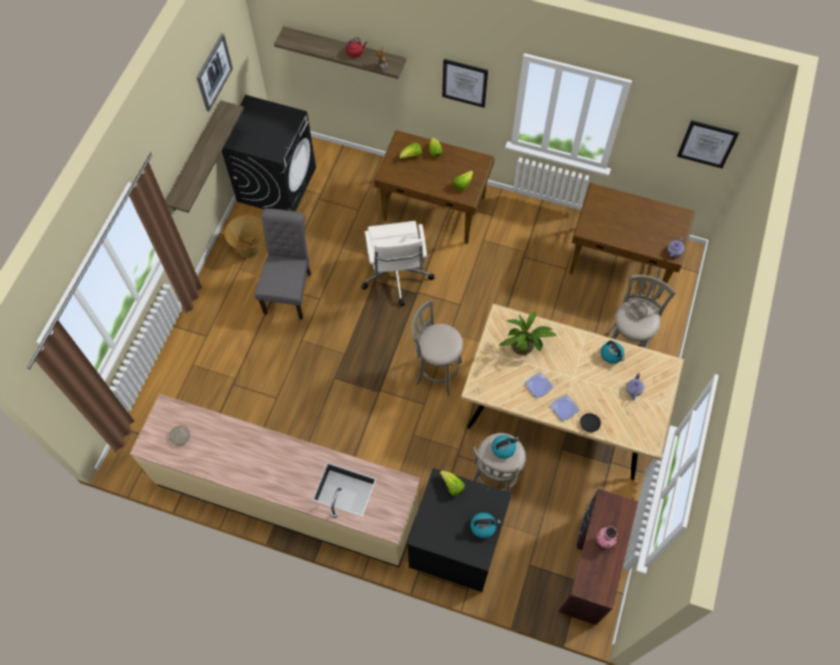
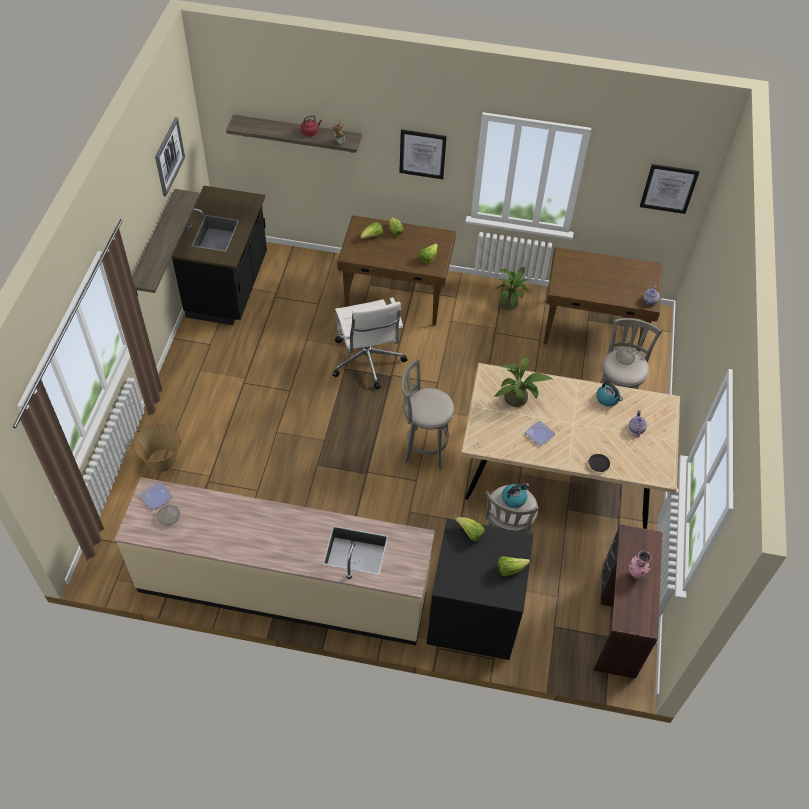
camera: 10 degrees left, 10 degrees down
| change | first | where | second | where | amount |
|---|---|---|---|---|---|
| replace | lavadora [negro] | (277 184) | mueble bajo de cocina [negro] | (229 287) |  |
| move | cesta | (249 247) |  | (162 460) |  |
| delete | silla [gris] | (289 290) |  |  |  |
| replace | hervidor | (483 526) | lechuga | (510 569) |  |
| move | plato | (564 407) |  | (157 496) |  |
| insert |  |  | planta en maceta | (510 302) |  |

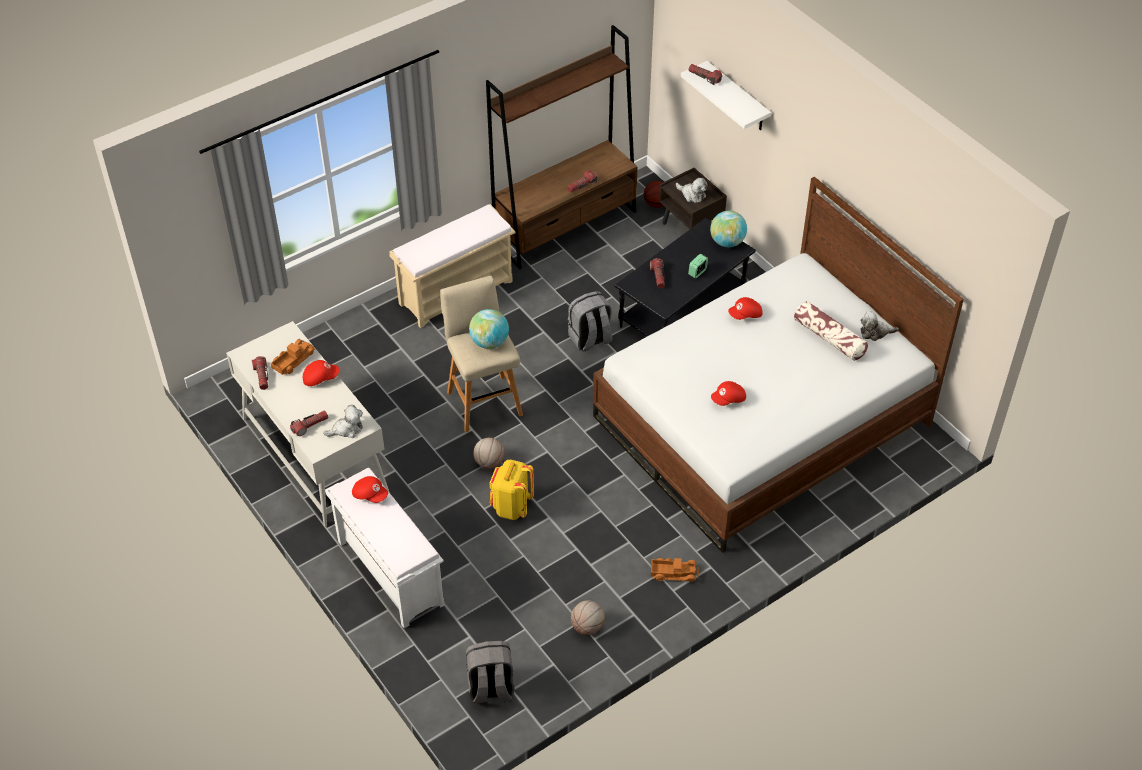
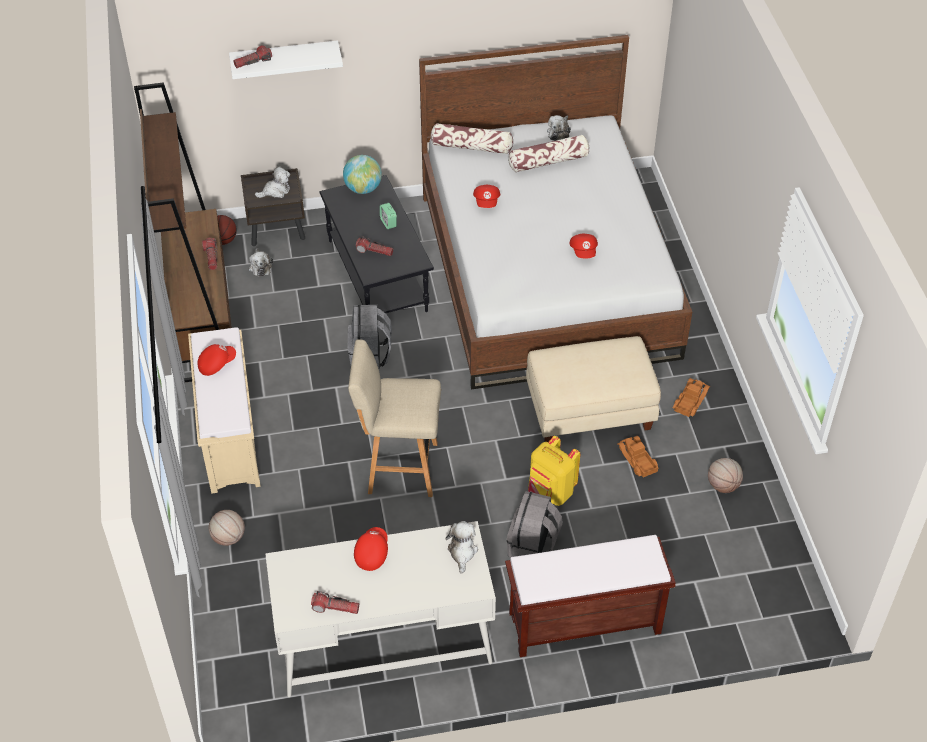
camera: 65 degrees left, 0 degrees up
| change | first | where | second | where | amount |
|---|---|---|---|---|---|
| move | camión de juguete | (293 360) |  | (637 460) |  |
| delete | linterna | (310 426) |  |  |  |
| recolor | banco [blanco] | (389 572) | banco [marrón] | (583 624) |  |
| move | gorra [rojo] | (370 494) |  | (216 364) |  |
| move | mochila [gris] | (491 688) |  | (532 546) |  |
| delete | globo terráqueo | (489 342) |  |  |  |
| move | balón de baloncesto | (489 462) |  | (228 538) |  |
| insert |  |  | peluche | (260 266) |  |
| insert |  |  | cojín | (472 147) |  |
| insert |  |  | puf [beis] | (590 409) |  |

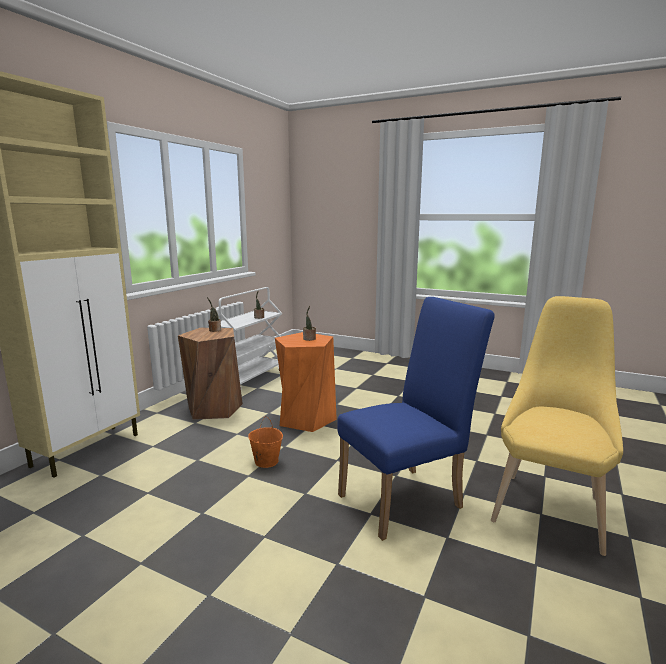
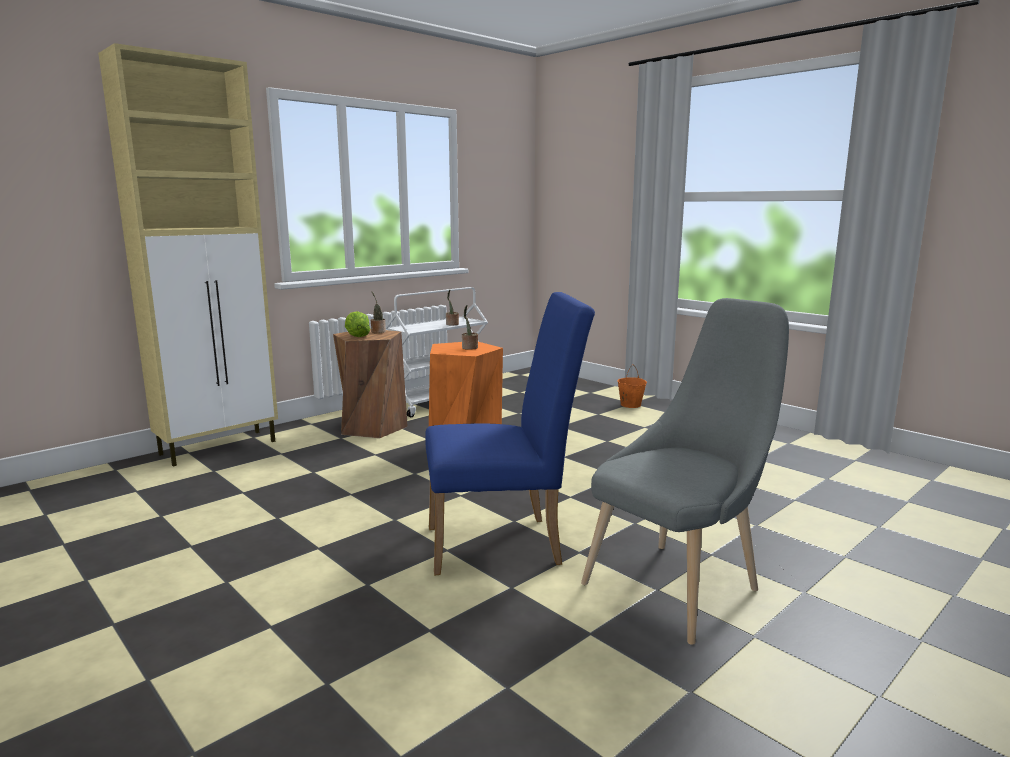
camera: 20 degrees right, 0 degrees up
| change | first | where | second | where | amount |
|---|---|---|---|---|---|
| move | cubo [naranja] | (266 461) |  | (630 405) |  |
| recolor | silla [amarillo] | (550 506) | silla [gris] | (679 584) |  |
| insert |  |  | lechuga | (357 337) |  |

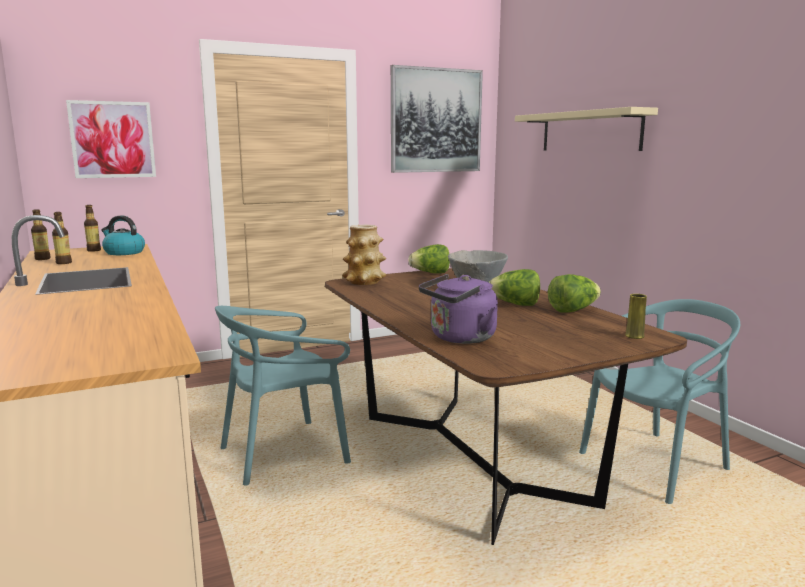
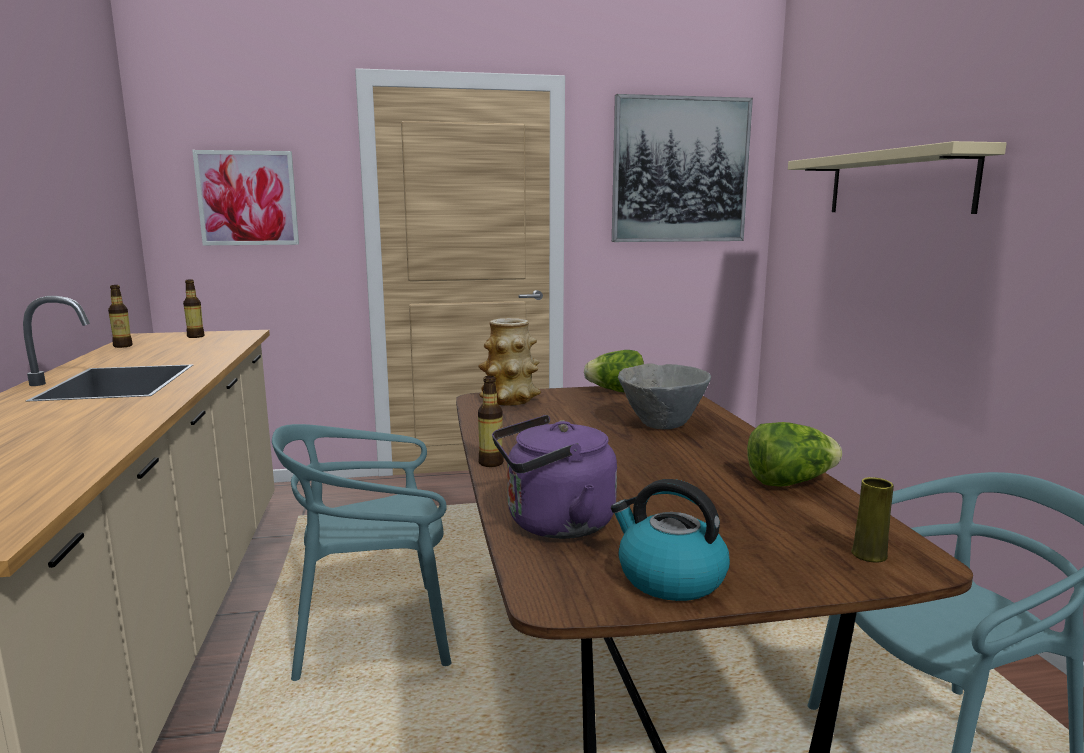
camera: 15 degrees right, 0 degrees up
| change | first | where | second | where | amount |
|---|---|---|---|---|---|
| move | botella | (64 263) |  | (491 463) |  |
| move | hervidor | (123 252) |  | (669 578) |  |
| delete | lechuga | (515 304) |  |  |  |

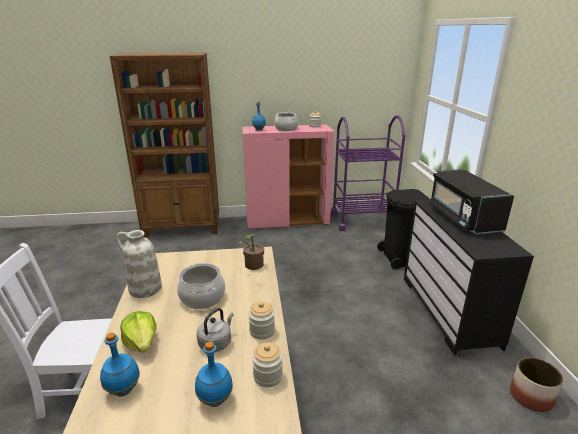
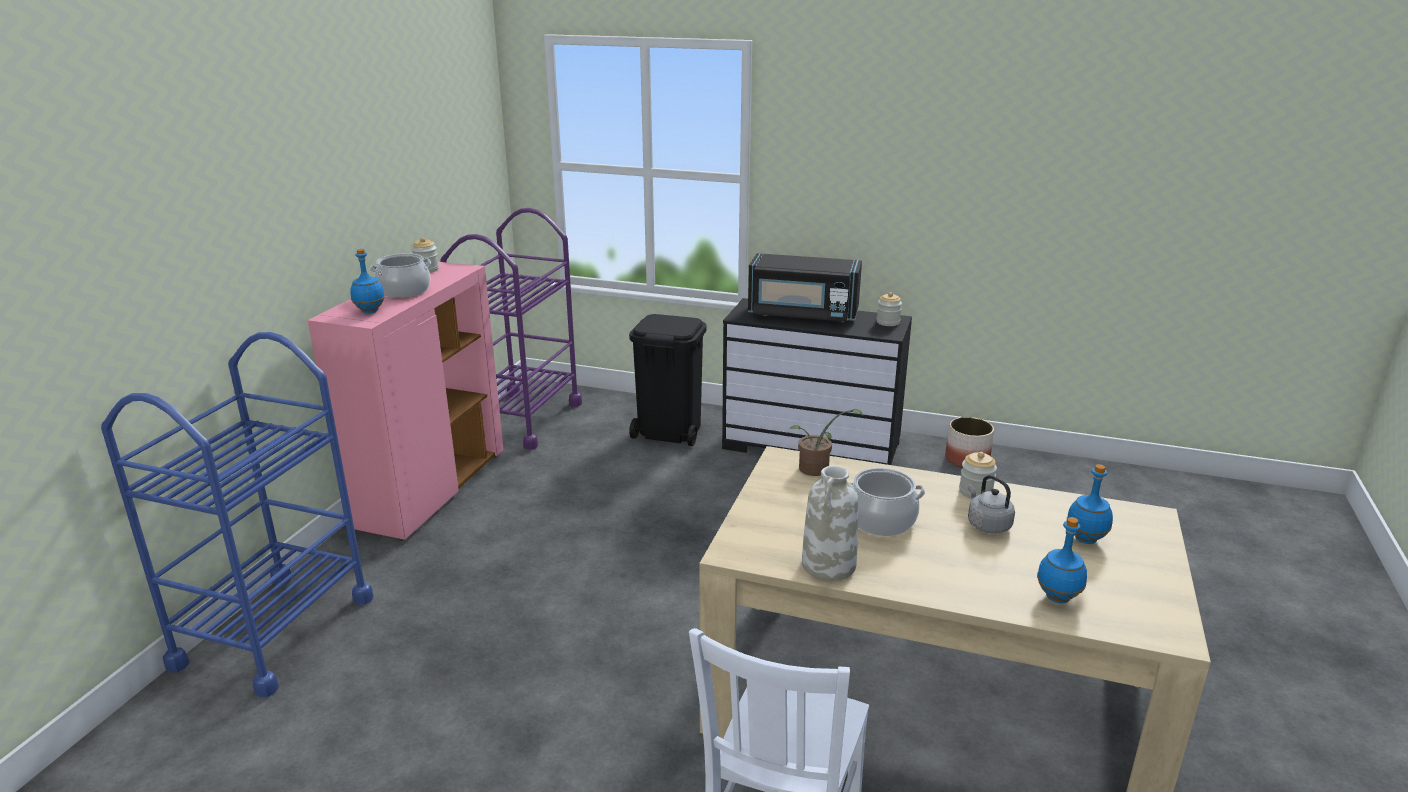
camera: 65 degrees left, 0 degrees up
| change | first | where | second | where | amount |
|---|---|---|---|---|---|
| replace | estantería [marrón] | (183 228) | carrito [azul] | (274 631) |  |
| delete | lechuga | (142 343) |  |  |  |
| move | tarro | (268 376) |  | (888 322) |  |

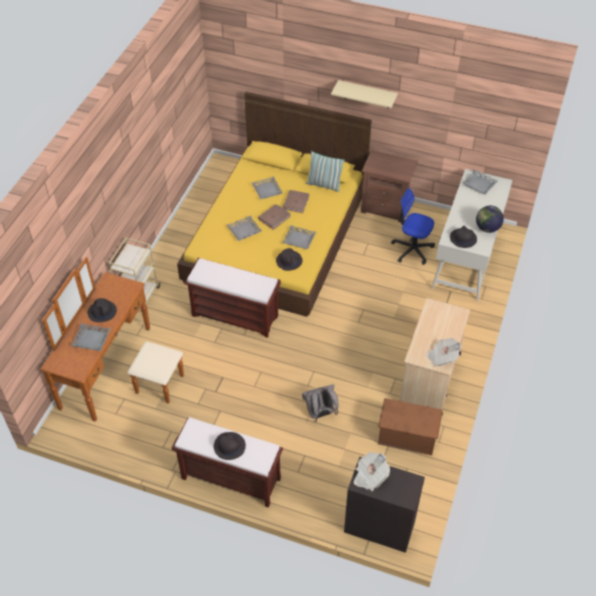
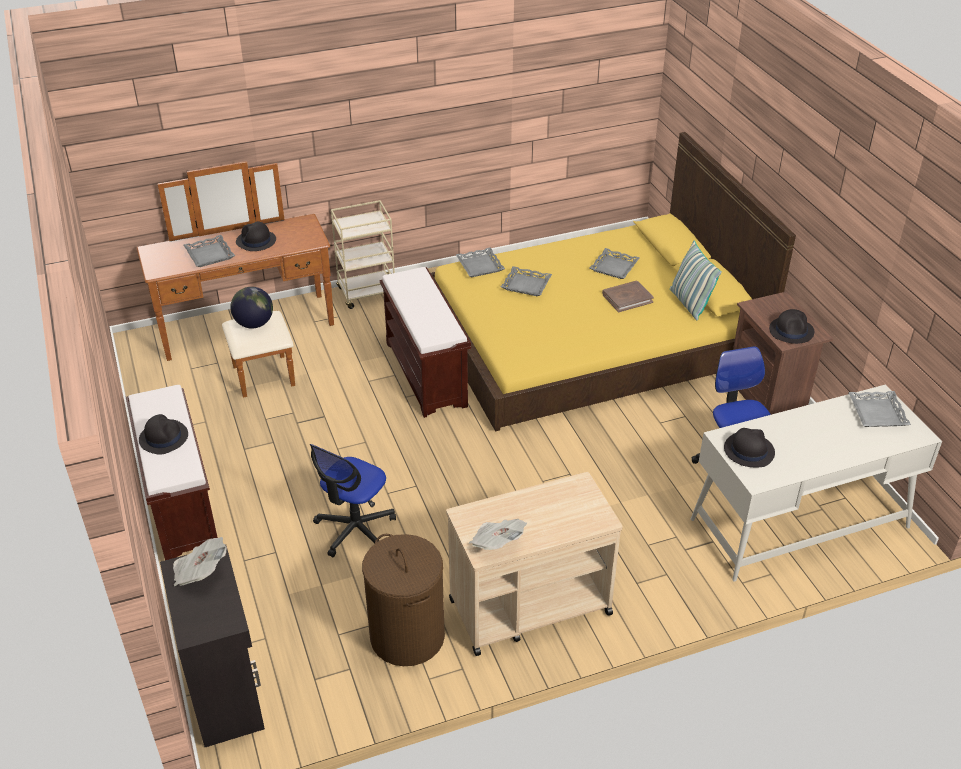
camera: 50 degrees right, 10 degrees down
| change | first | where | second | where | amount |
|---|---|---|---|---|---|
| delete | libro [marrón] | (274 217) |  |  |  |
| move | sombrero [negro] | (289 260) |  | (791 331) |  |
| move | bandeja [gris] | (299 239) |  | (480 266) |  |
| replace | mochila [gris] | (320 414) | silla de oficina | (355 530) |  |
| delete | estante [beis] | (367 94) |  |  |  |
| replace | caja de almacenaje [marrón] | (407 435) | cesto de la ropa [marrón] | (407 636) |  |
| move | globo terráqueo | (487 228) |  | (254 324) |  |

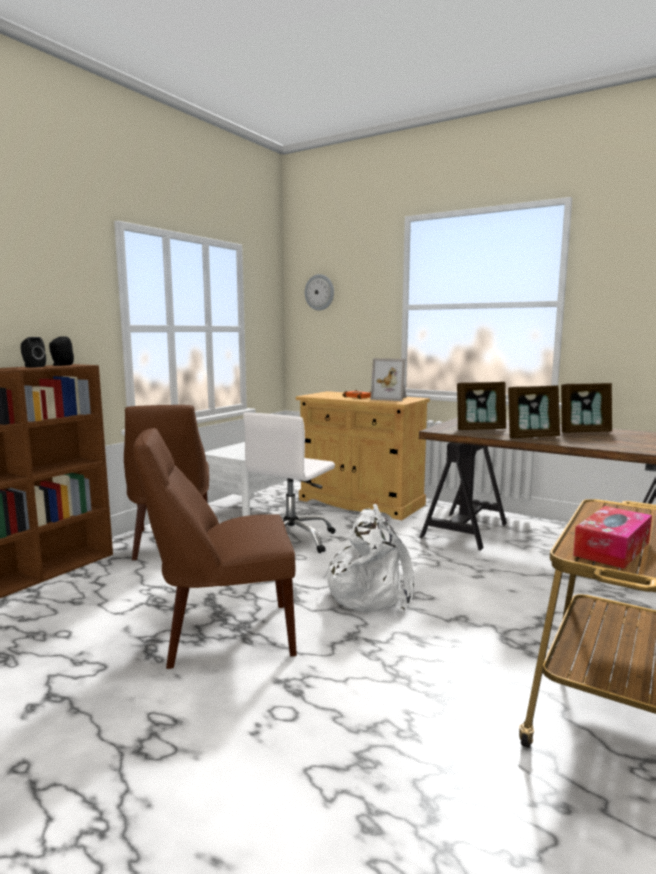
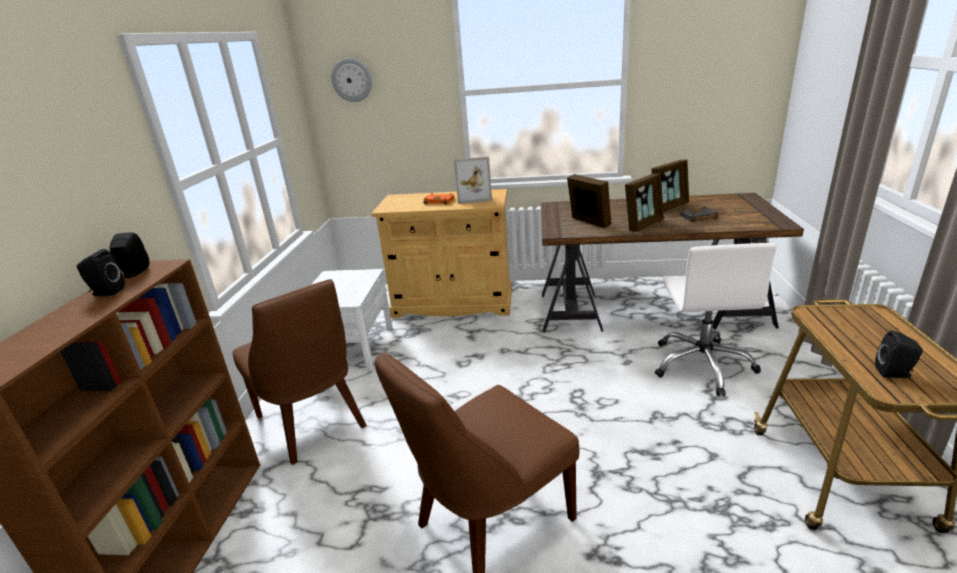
camera: 25 degrees left, 15 degrees up
| change | first | where | second | where | amount |
|---|---|---|---|---|---|
| move | silla de oficina [blanco] | (291 539) |  | (702 365) |  |
| delete | mochila [blanco] | (371 593) |  |  |  |
| rotate | portarretratos | (480 429) |  | (588 222) | 90 degrees counterclockwise |
| replace | caja de pañuelos | (612 549) | altavoz [negro] | (894 373) |  |
| insert |  |  | libro [negro] | (698 217) |  |

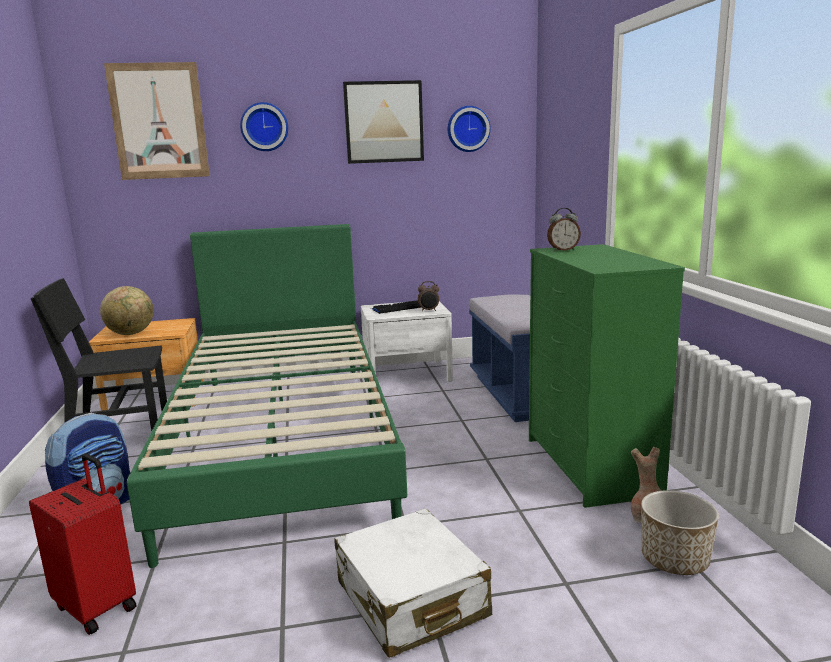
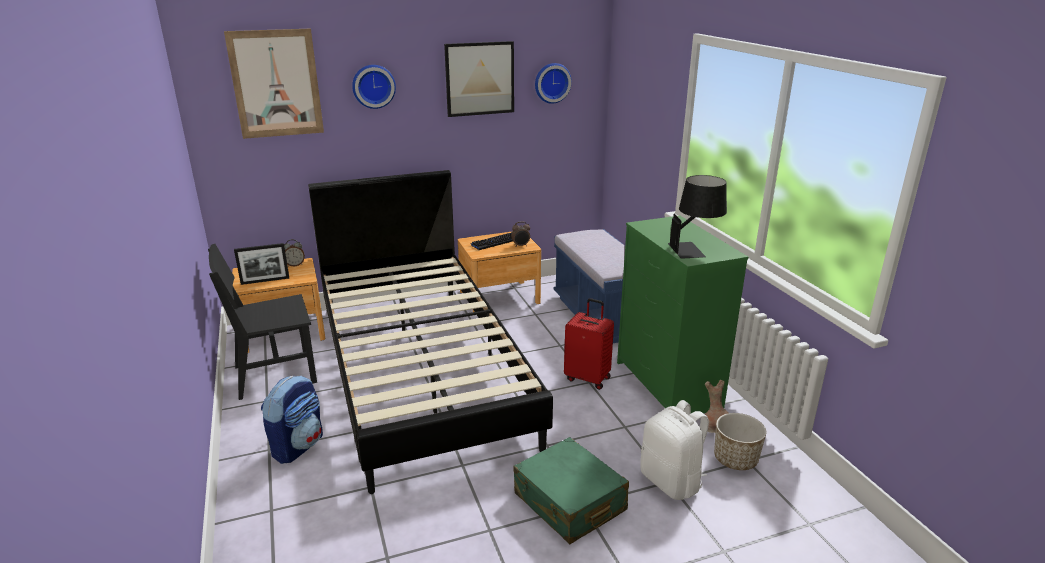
camera: 10 degrees left, 10 degrees up
| change | first | where | second | where | amount |
|---|---|---|---|---|---|
| move | maleta [rojo] | (98 606) |  | (588 378) |  |
| replace | globo terráqueo | (131 334) | portarretratos | (265 281) |  |
| recolor | cama [verde] | (283 438) | cama [negro] | (420 370) |  |
| recolor | maleta [blanco] | (411 600) | maleta [verde] | (569 502) |  |
| recolor | mesita de noche [blanco] | (407 374) | mesita de noche [marrón] | (499 297) |  |
| move | despertador | (563 250) |  | (295 265) |  |
| insert |  |  | mochila [blanco] | (672 481) |  |
| insert |  |  | lámpara de mesa [negro] | (694 249) |  |

